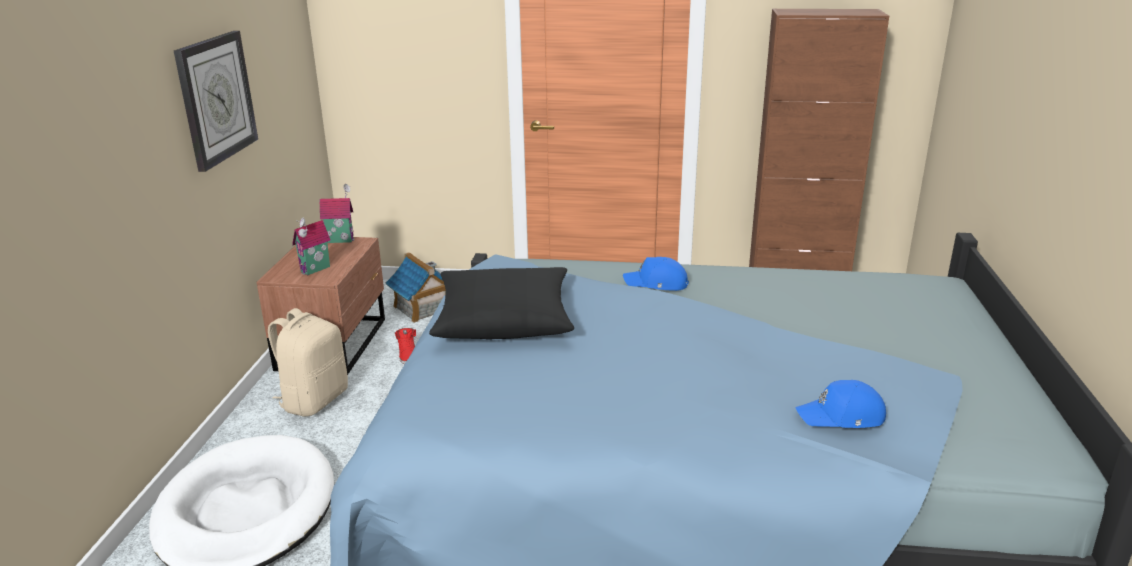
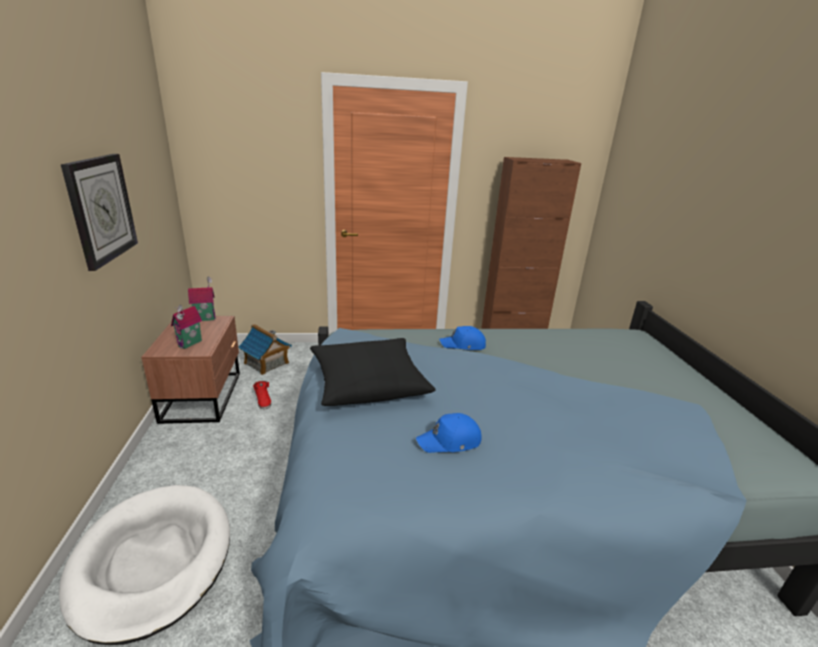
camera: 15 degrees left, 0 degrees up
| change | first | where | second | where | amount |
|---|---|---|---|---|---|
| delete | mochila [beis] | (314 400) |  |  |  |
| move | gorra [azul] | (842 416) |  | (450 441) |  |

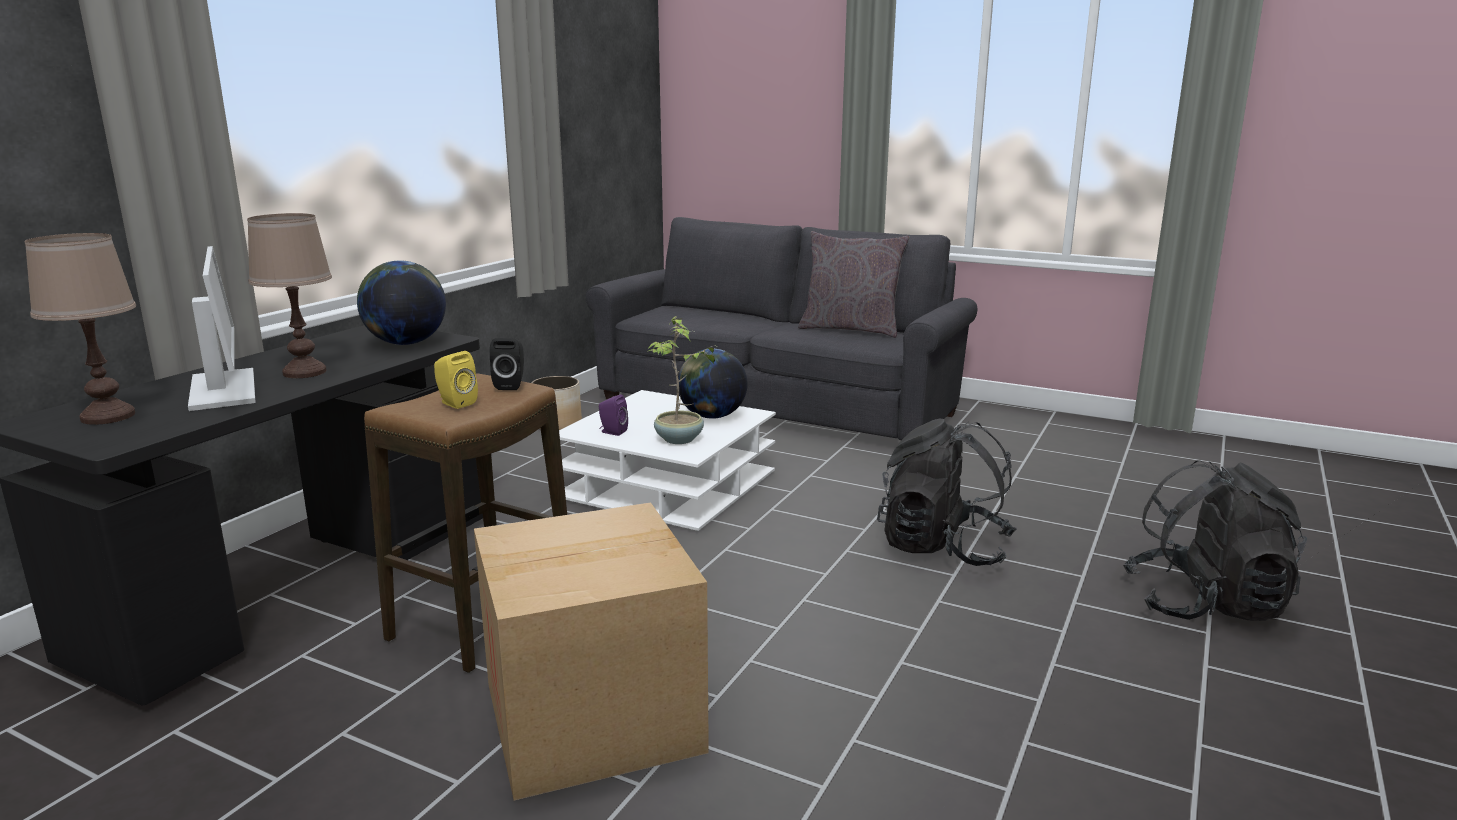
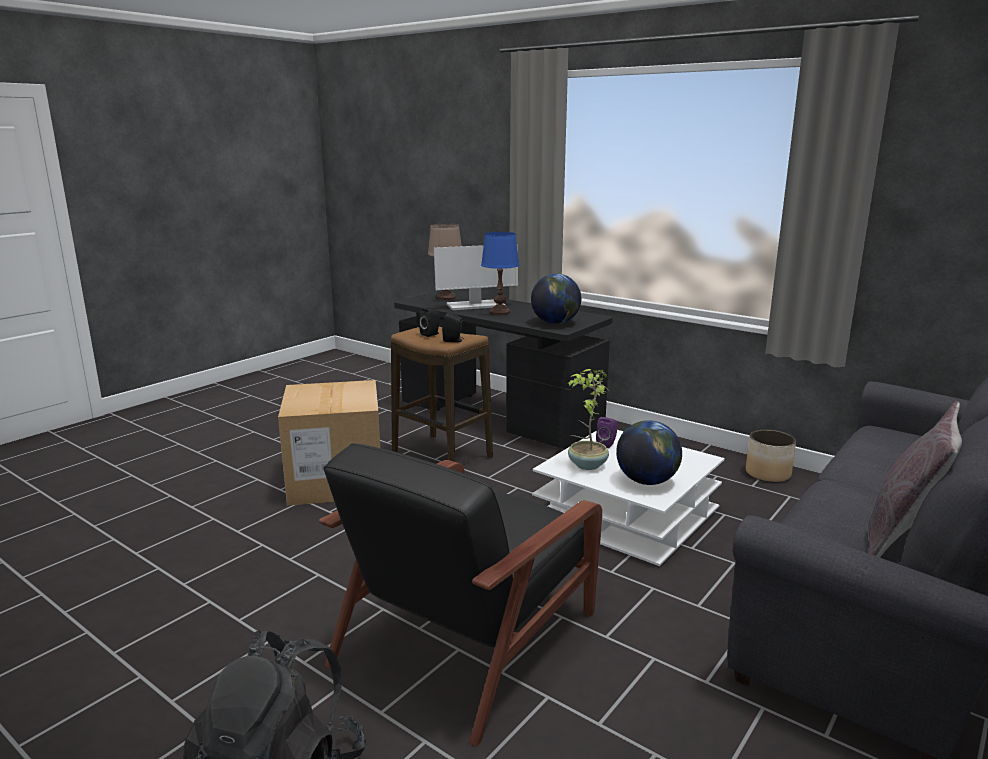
camera: 100 degrees right, 0 degrees up
| change | first | where | second | where | amount |
|---|---|---|---|---|---|
| recolor | lámpara de mesa [marrón] | (305 372) | lámpara de mesa [azul] | (500 312) |  |
| recolor | altavoz [amarillo] | (455 403) | altavoz [negro] | (431 334) |  |
| replace | mochila [negro] | (943 548) | sillón [negro] | (469 634) |  |

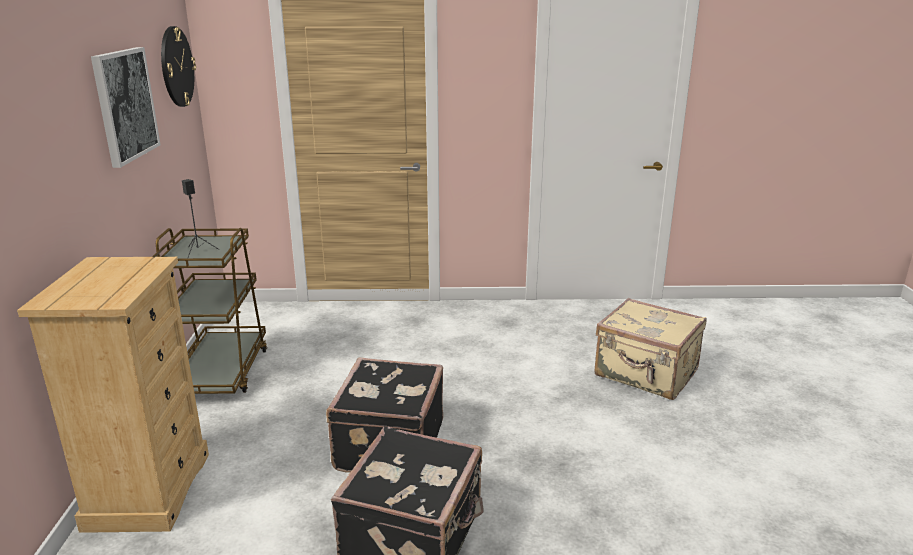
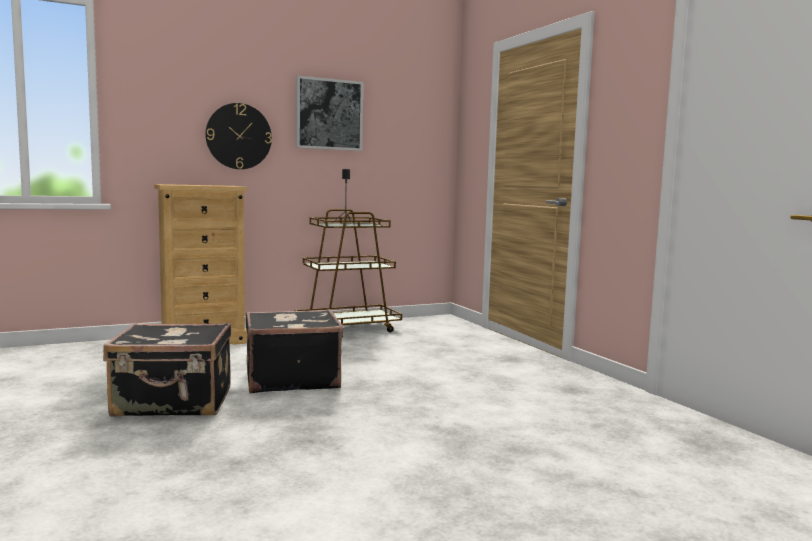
camera: 65 degrees right, 15 degrees down
| change | first | where | second | where | amount |
|---|---|---|---|---|---|
| move | reloj de pared | (176 67) |  | (238 136) |  |
| delete | maleta [beis] | (646 374) |  |  |  |

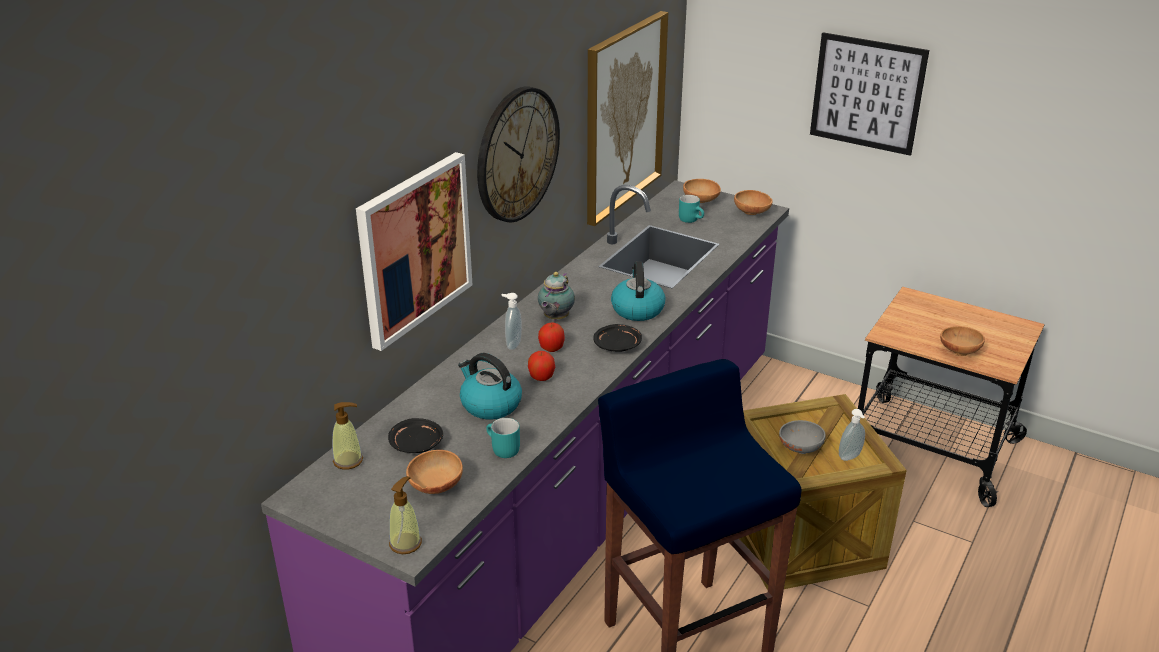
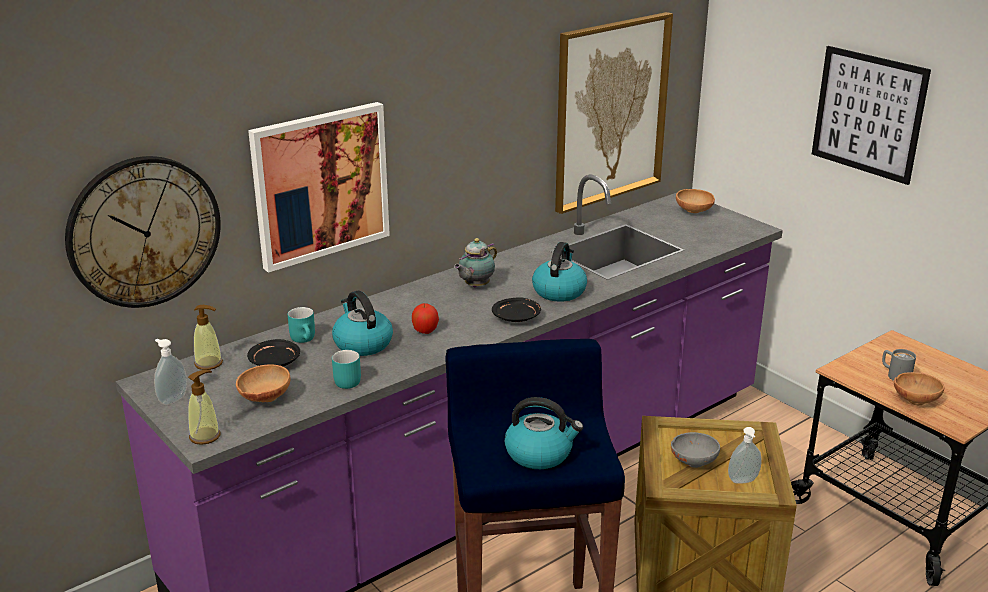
camera: 20 degrees right, 5 degrees down
| change | first | where | second | where | amount |
|---|---|---|---|---|---|
| move | reloj de pared | (517 154) |  | (144 232) |  |
| move | dispensador de jabón | (512 344) |  | (172 399) |  |
| delete | manzana | (551 348) |  |  |  |
| move | taza grande [turquesa] | (691 219) |  | (305 339) |  |
| delete | cuenco [marrón] | (752 213) |  |  |  |
| insert |  |  | hervidor | (540 453) |  |
| insert |  |  | taza grande [gris] | (894 375) |  |

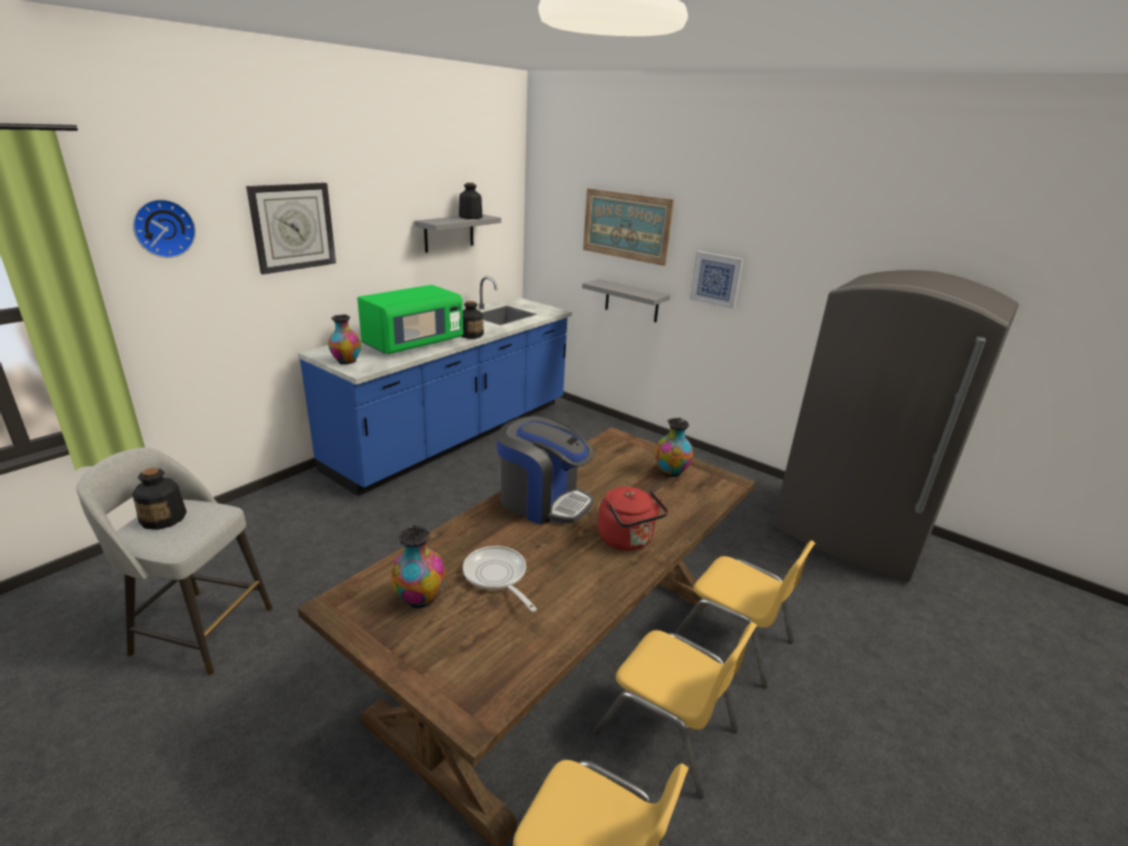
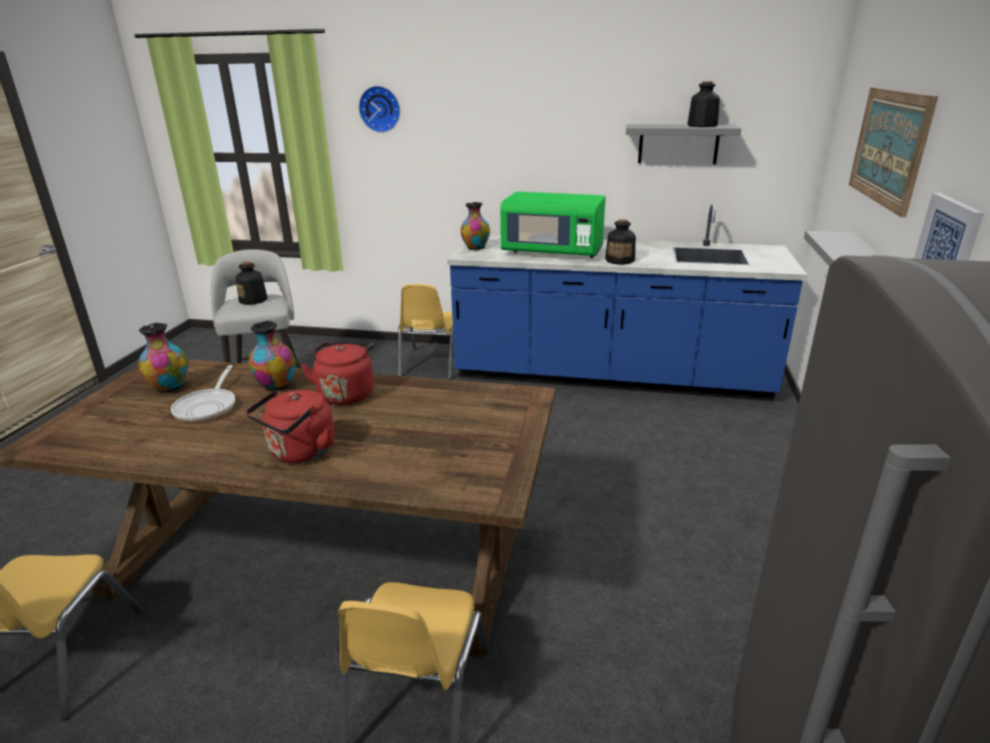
camera: 65 degrees right, 0 degrees up
| change | first | where | second | where | amount |
|---|---|---|---|---|---|
| delete | reloj de pared | (293 227) |  |  |  |
| rotate | sartén | (497 577) |  | (208 407) | 150 degrees clockwise |
| replace | cafetera | (543 501) | hervidor [rojo] | (346 393) |  |
| move | silla [amarillo] | (667 731) |  | (431 364) |  |
| move | florero | (670 472) |  | (276 386) |  |

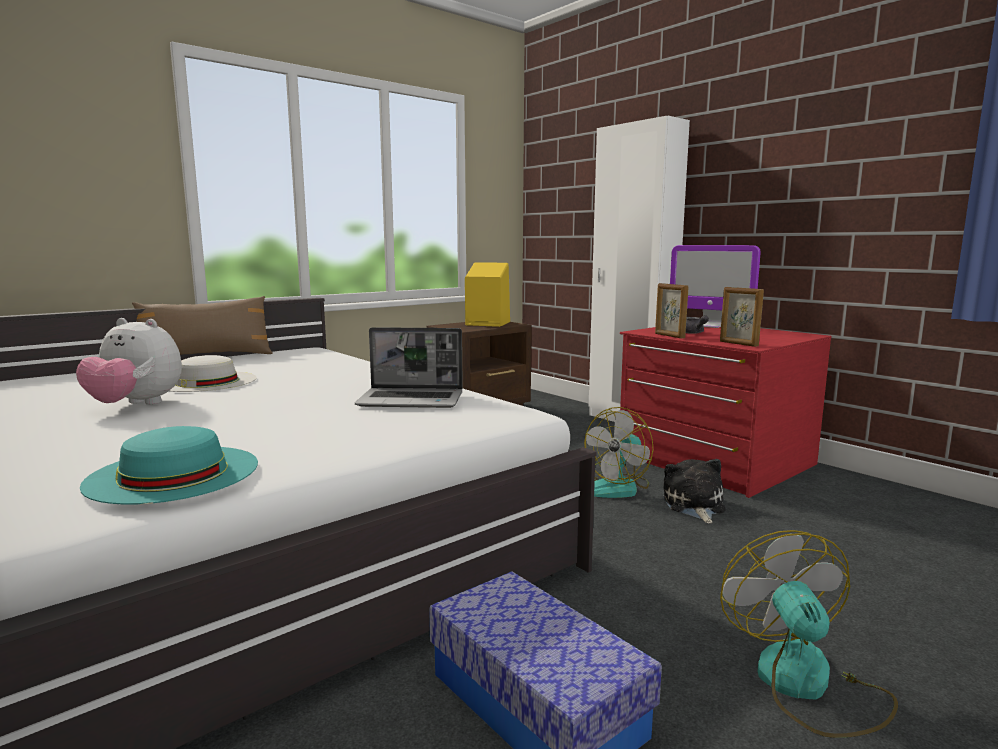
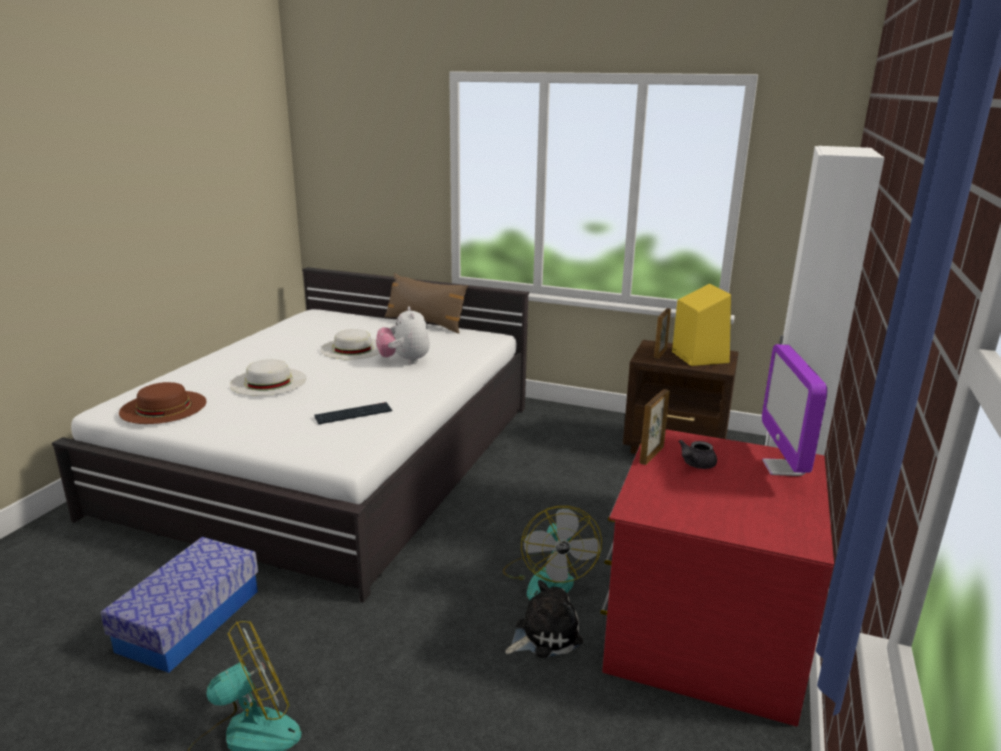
camera: 60 degrees right, 10 degrees up
| change | first | where | second | where | amount |
|---|---|---|---|---|---|
| move | peluche | (135 405) |  | (404 361) |  |
| recolor | sombrero [turquesa] | (173 473) | sombrero [marrón] | (163 407) |  |
| replace | portátil | (412 400) | teclado | (353 414) |  |
| rotate | ventilador | (618 487) |  | (548 578) | 105 degrees counterclockwise |
| move | portarretratos | (738 344) |  | (660 353) |  |
| insert |  |  | sombrero [blanco] | (268 381) |  |

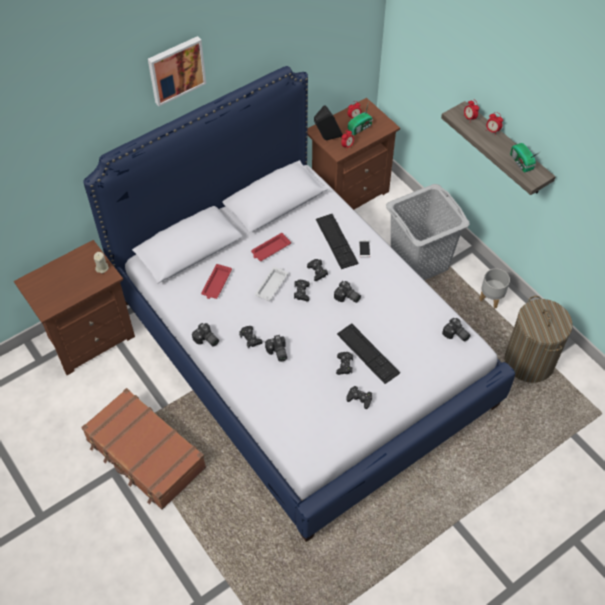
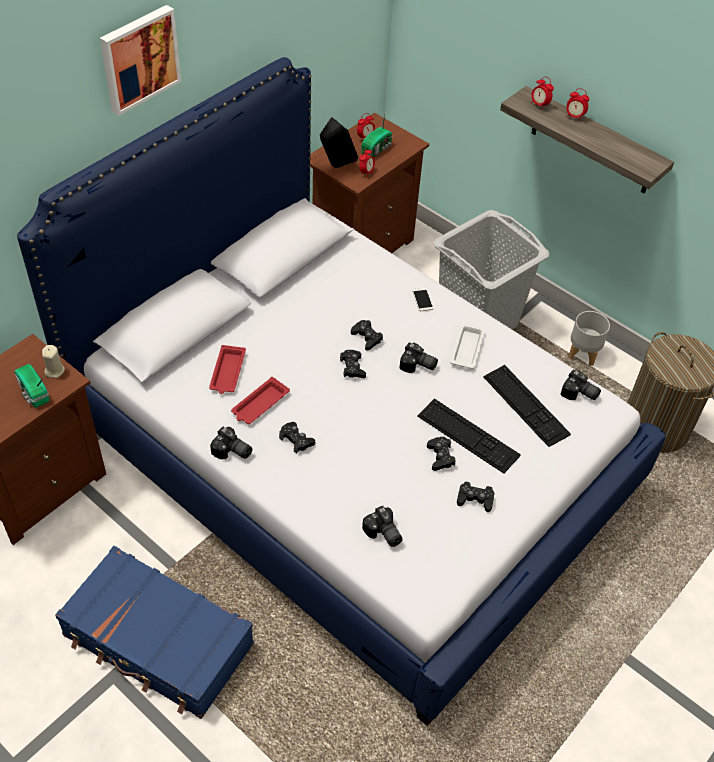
camera: 15 degrees left, 5 degrees down
| change | first | where | second | where | amount |
|---|---|---|---|---|---|
| recolor | maleta [marrón] | (145 455) | maleta [azul] | (158 641) |  |
| move | bandeja [rojo] | (270 249) |  | (259 404) |  |
| move | bandeja [blanco] | (272 285) |  | (467 348) |  |
| move | cámara | (277 353) |  | (382 534) |  |
| move | teclado | (336 241) |  | (525 405) |  |
| move | radio | (521 163) |  | (33 393) |  |

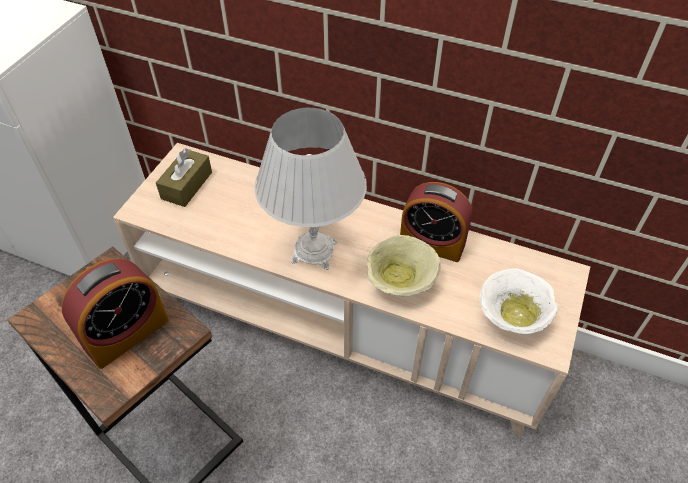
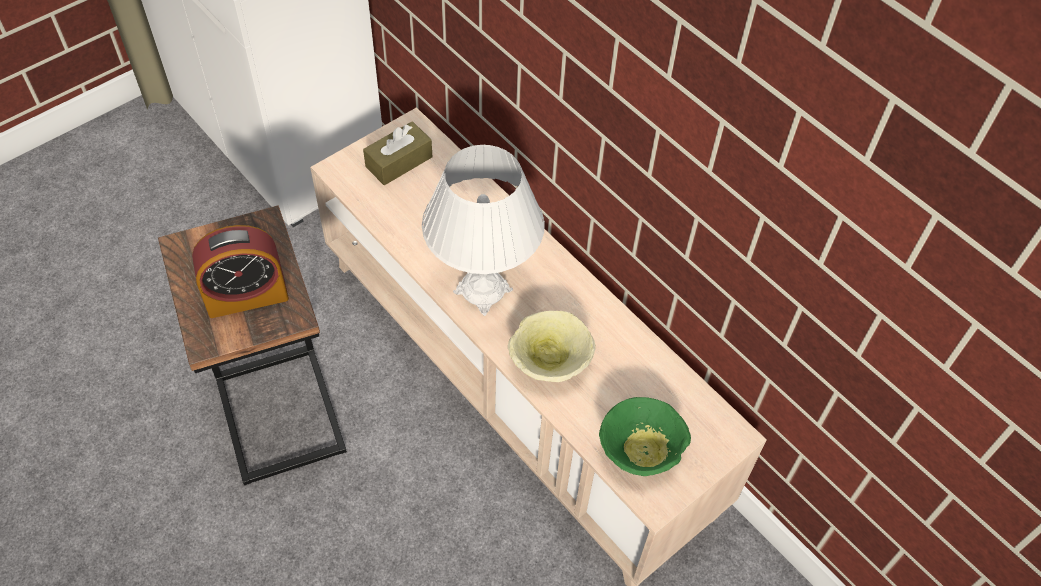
camera: 25 degrees right, 5 degrees up
| change | first | where | second | where | amount |
|---|---|---|---|---|---|
| delete | despertador | (432 243) |  |  |  |
| recolor | cuenco [blanco] | (512 315) | cuenco [verde] | (641 449) |  |

